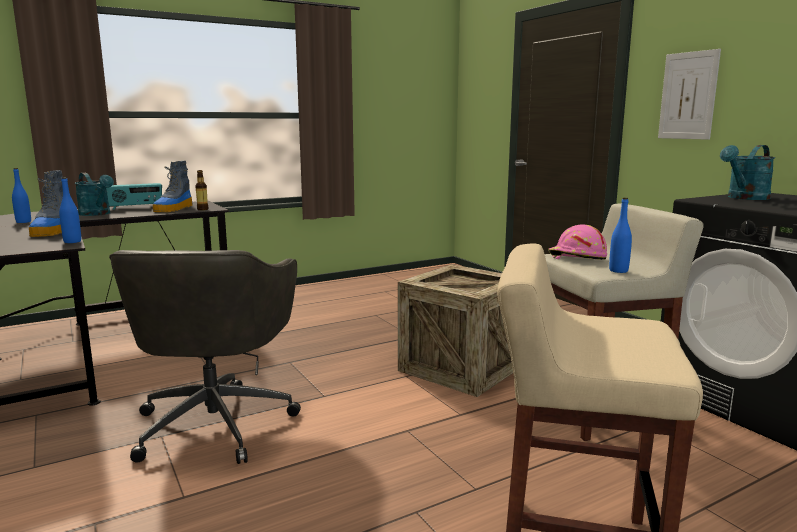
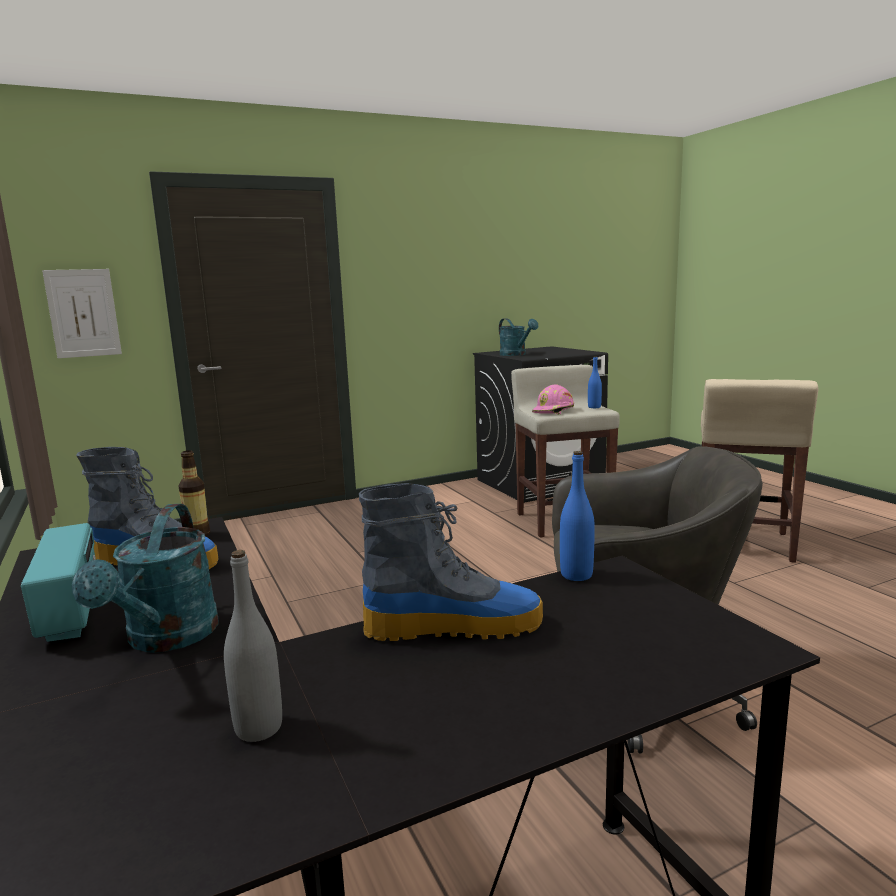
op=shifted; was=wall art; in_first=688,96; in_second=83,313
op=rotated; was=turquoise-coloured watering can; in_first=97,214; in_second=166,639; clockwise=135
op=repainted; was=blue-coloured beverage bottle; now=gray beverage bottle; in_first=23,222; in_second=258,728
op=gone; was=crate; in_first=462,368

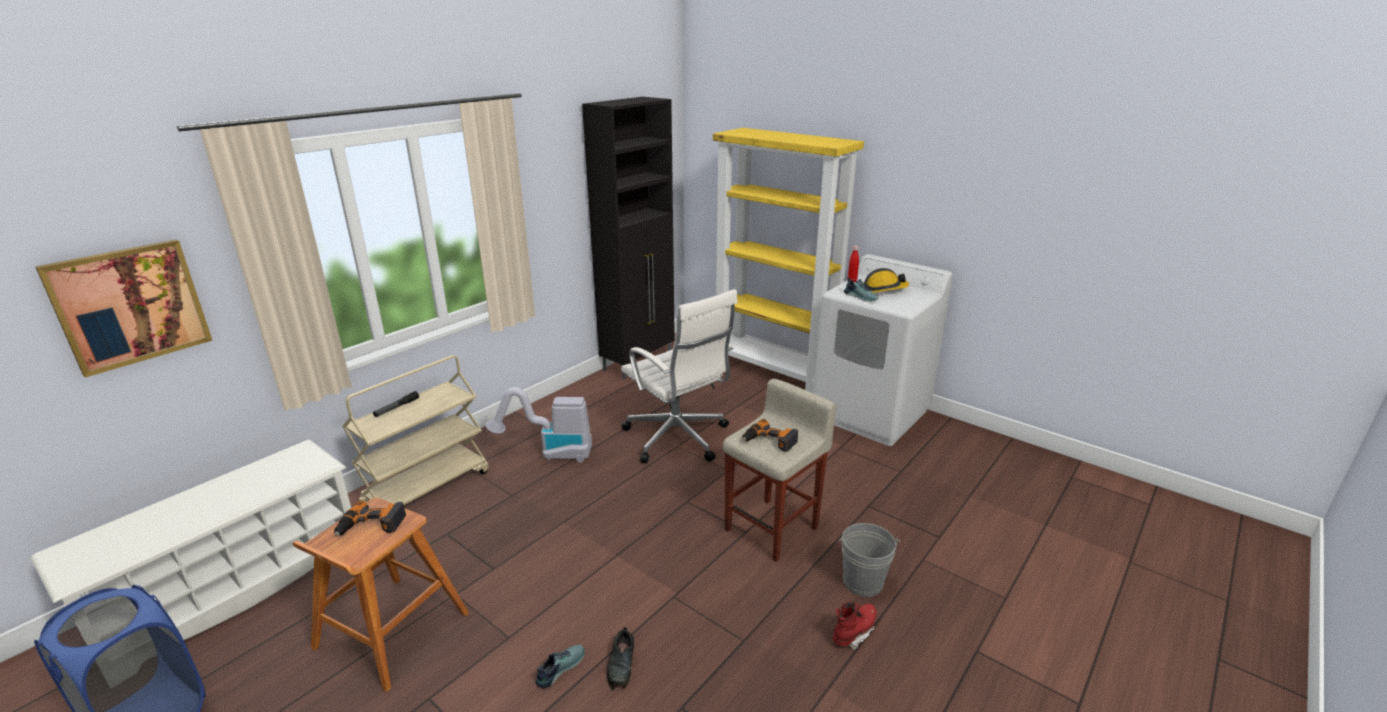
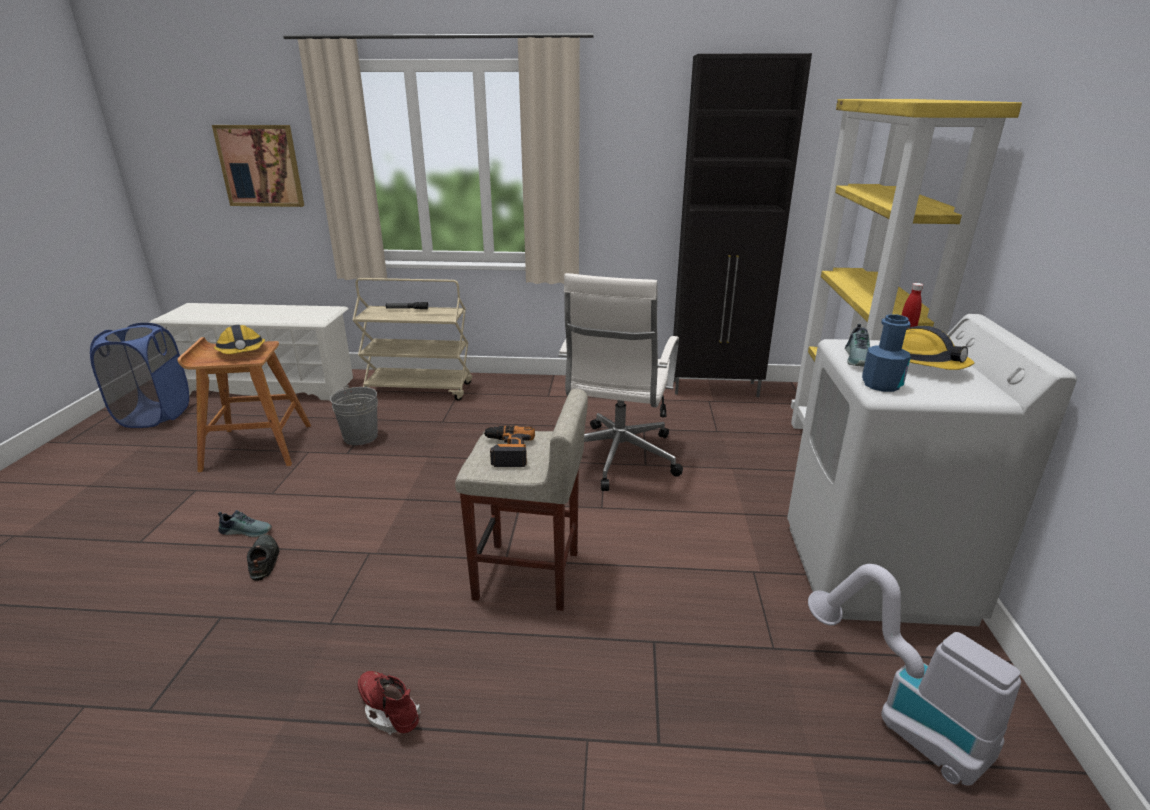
op=swapped; was=power drill; now=work helmet; in_first=371,525; in_second=242,351
op=rotated; was=black low shoe; in_first=621,664; in_second=263,560; clockwise=105
op=shifted; was=gray pail; in_first=862,582; in_second=360,437
op=rotated; was=red boot; in_first=854,632; in_second=389,711; clockwise=-150
op=shifted; was=vacuum cleaner; in_first=550,453; in_second=899,713
op=new; now=blue-coloured beverage bottle; in_second=881,385

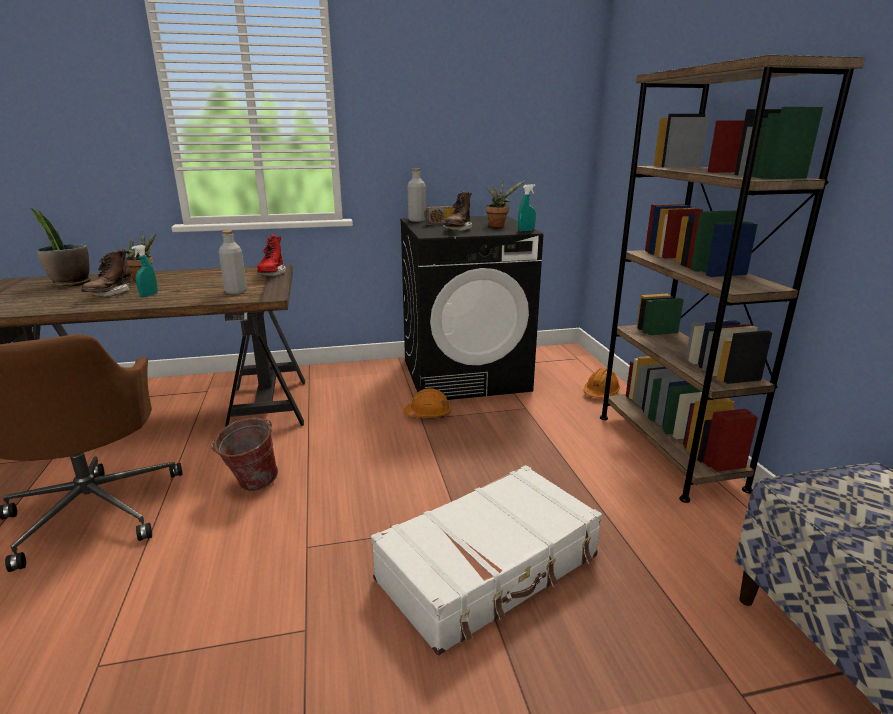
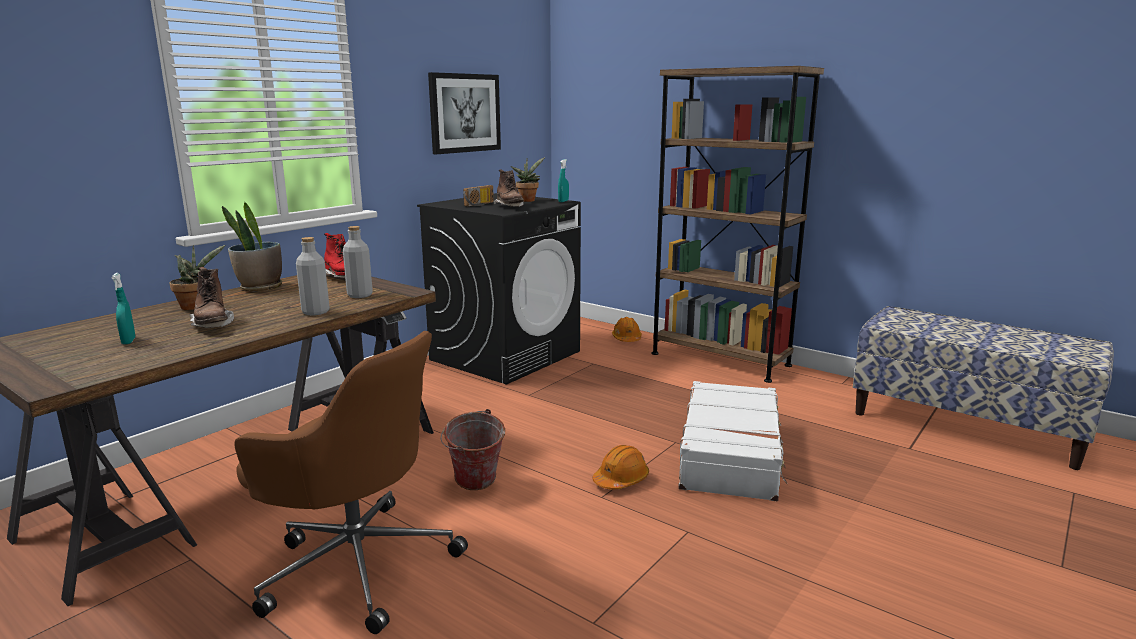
op=shifted; was=turquoise-coloured hand sprayer; in_first=149,295; in_second=128,341
op=shifted; was=potted plant; in_first=71,284; in_second=260,287
op=shifted; was=gray beverage bottle; in_first=417,220; in_second=315,312
op=new; now=wall art; in_second=464,113
op=shifted; was=orangey work helmet; in_first=428,414; in_second=621,480

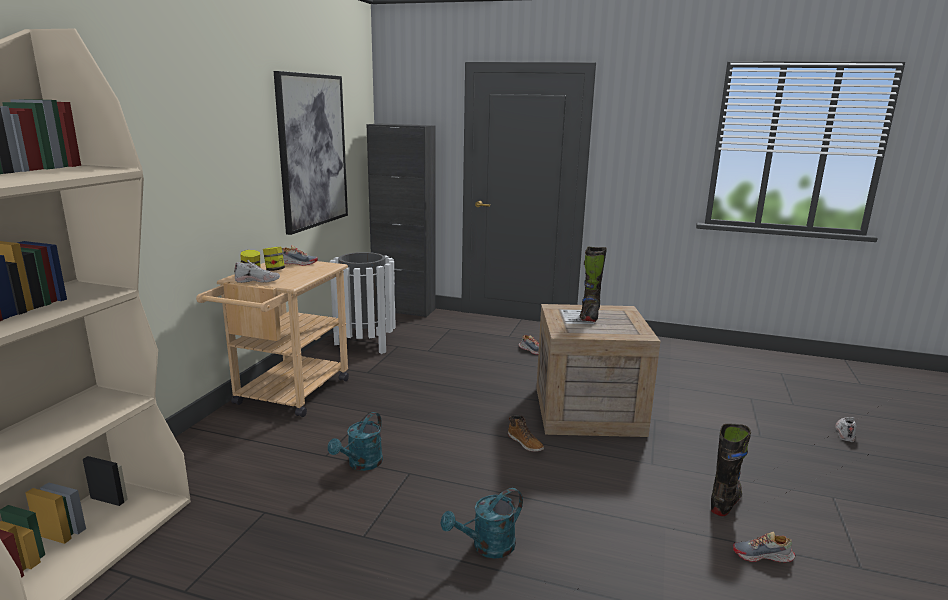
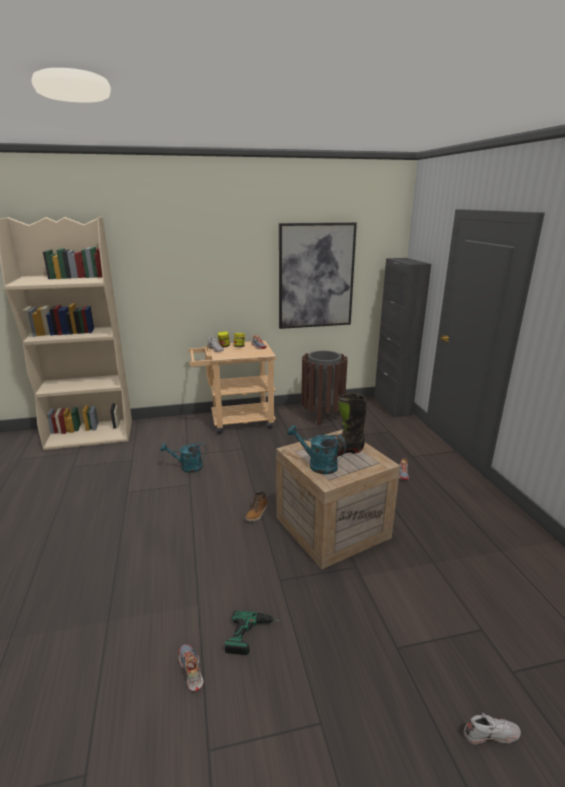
op=swapped; was=black boot; now=power drill; in_first=725,502; in_second=254,635
op=shifted; was=turquoise-coloured watering can; in_first=487,547; in_second=317,465
op=repainted; was=white trash can; now=brown-coloured trash can; in_first=365,344; in_second=322,415

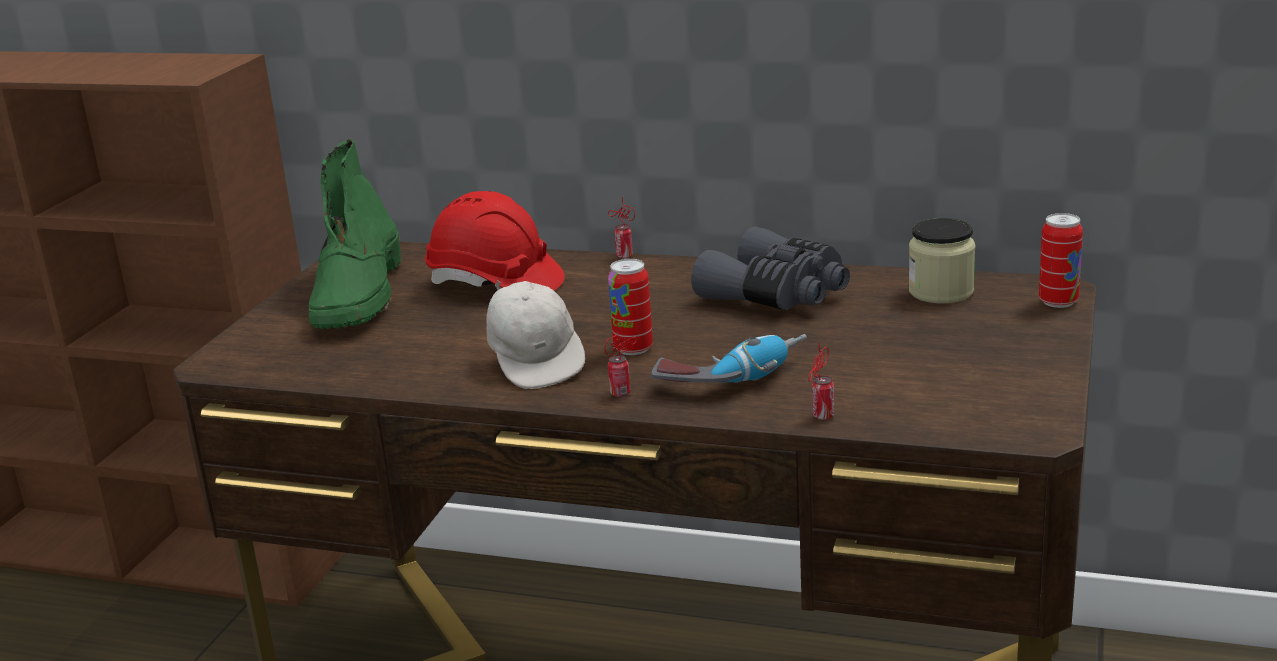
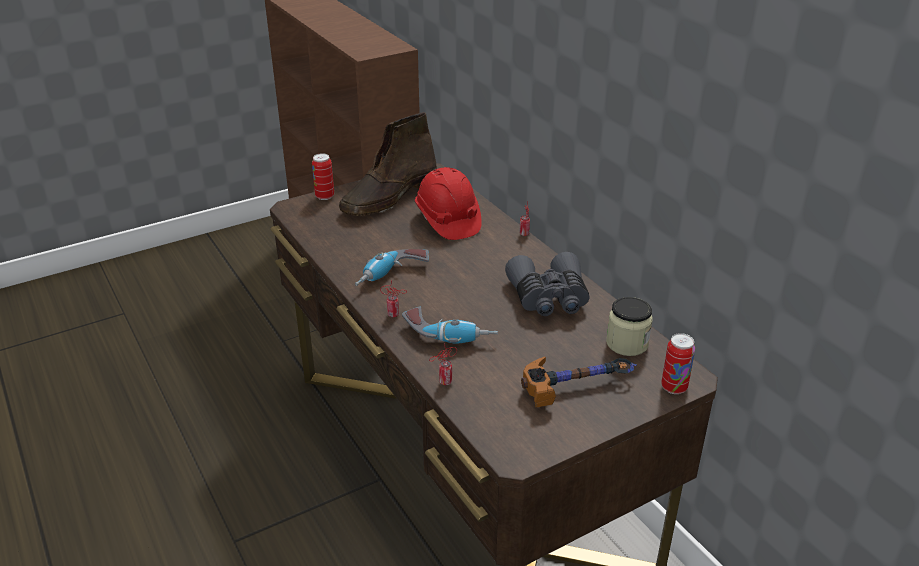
op=shifted; was=sealed can; in_first=633,348; in_second=325,196
op=repainted; was=green-coloured boot; now=brown-coloured boot; in_first=359,296; in_second=389,198
op=swapped; was=white cap; now=power drill; in_first=536,362; in_second=392,276
op=new; now=hand hammer; in_second=578,384

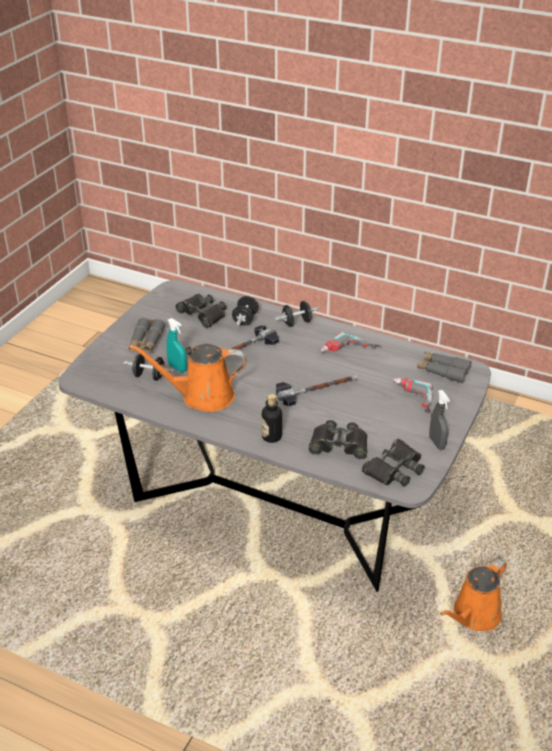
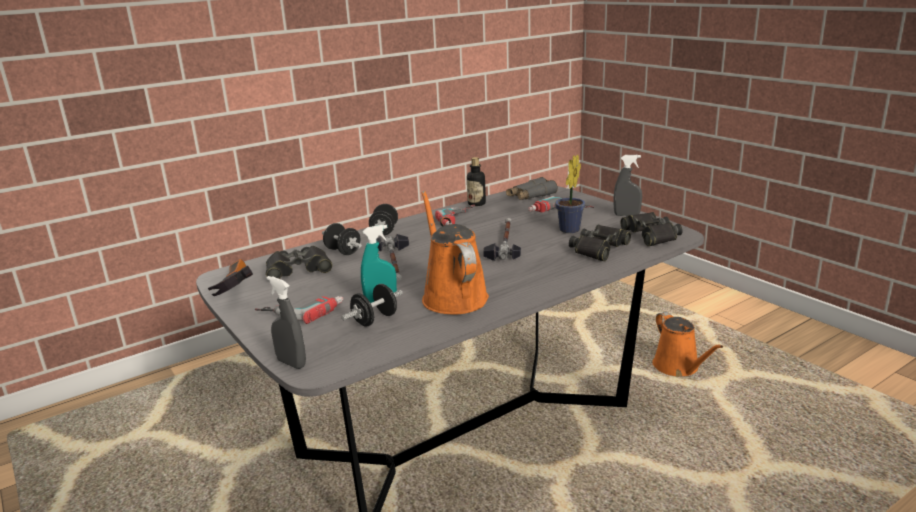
op=new; now=hand hammer; in_second=232,290
op=swapped; was=gray binoculars; now=power drill; in_first=146,342; in_second=301,310
op=new; now=gray hand sprayer; in_second=291,363
op=rotated; was=orangey watering can; in_first=202,396; in_second=452,296; clockwise=135
op=shifted; was=beverage bottle; in_first=271,437; in_second=476,203
op=new; now=potted plant; in_second=568,231

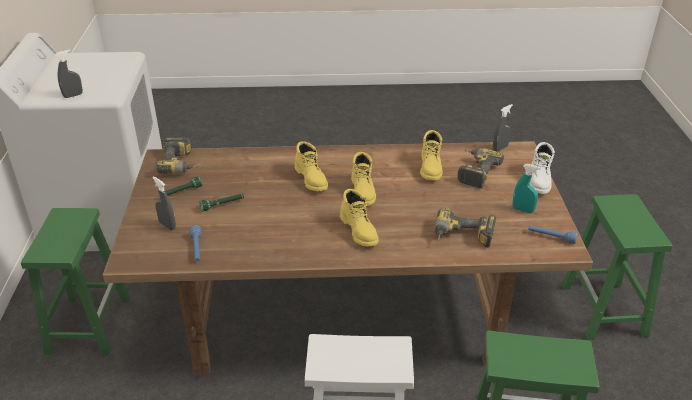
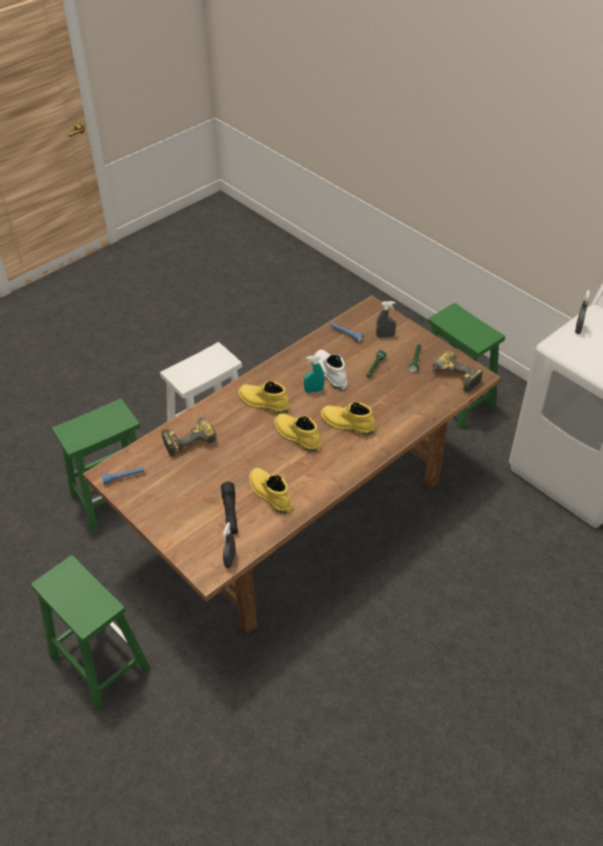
op=swapped; was=power drill; now=black torch; in_first=474,171; in_second=230,513
op=shifted; was=turquoise-coloured hand sprayer; in_first=523,210; in_second=314,390
op=shifted; was=white boot; in_first=540,181; in_second=329,373

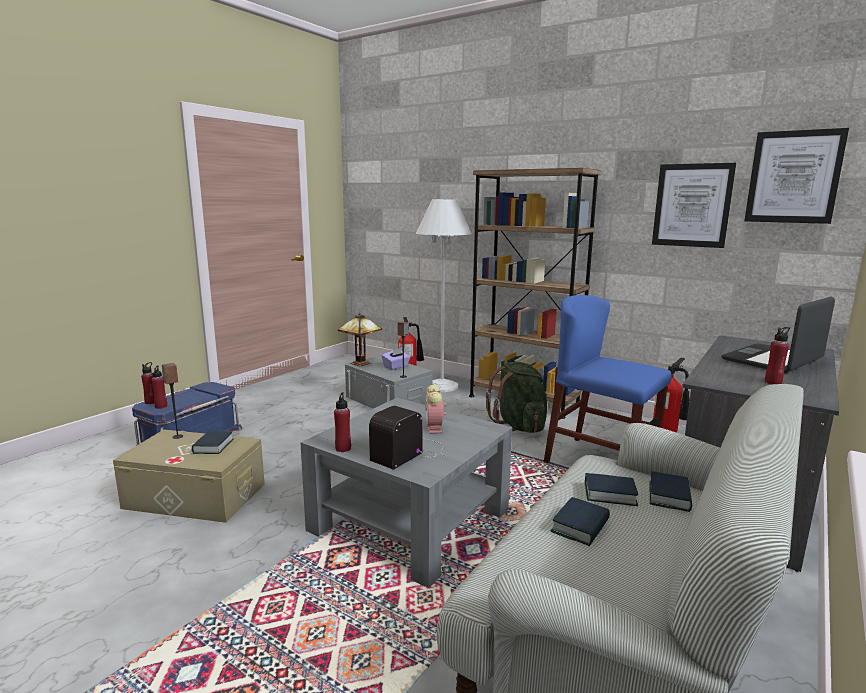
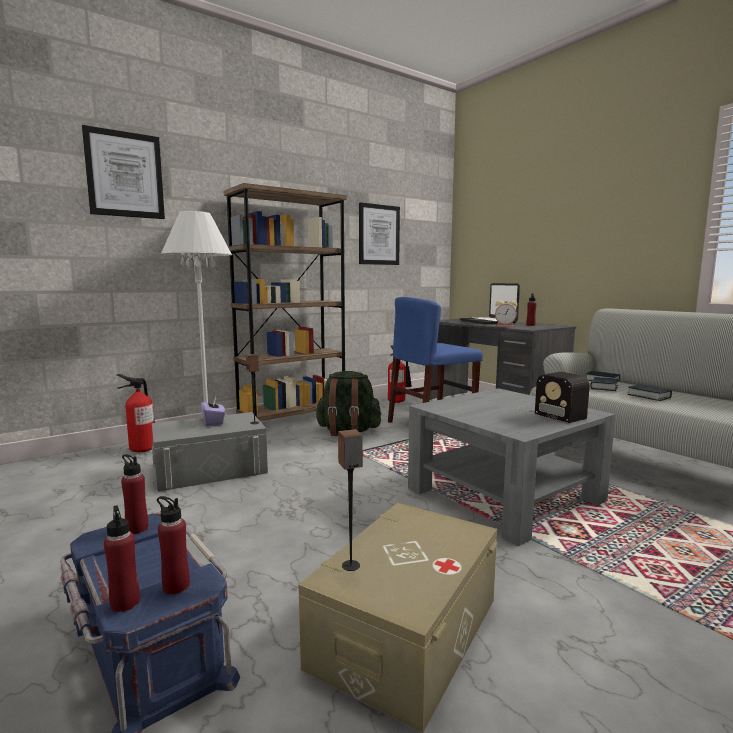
op=shifted; was=wall art; in_first=793,177; in_second=125,175
op=shifted; was=red beverage bottle; in_first=343,448; in_second=137,529
op=shifted; was=bedside clock; in_first=434,428; in_second=505,326
op=gone; was=volume; in_first=213,446
op=gone; was=table lamp; in_first=362,363

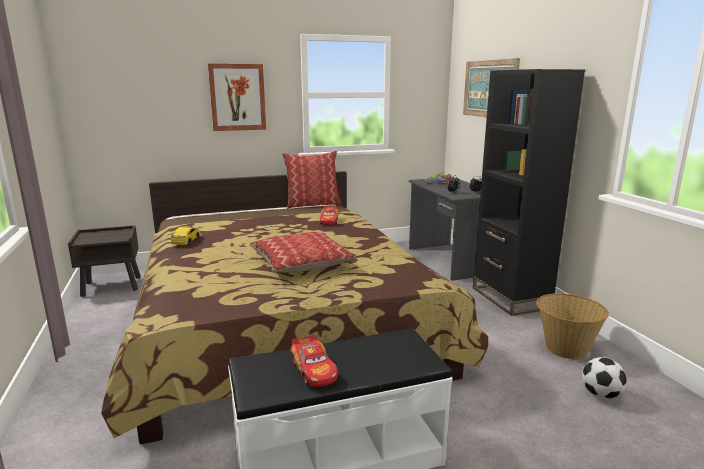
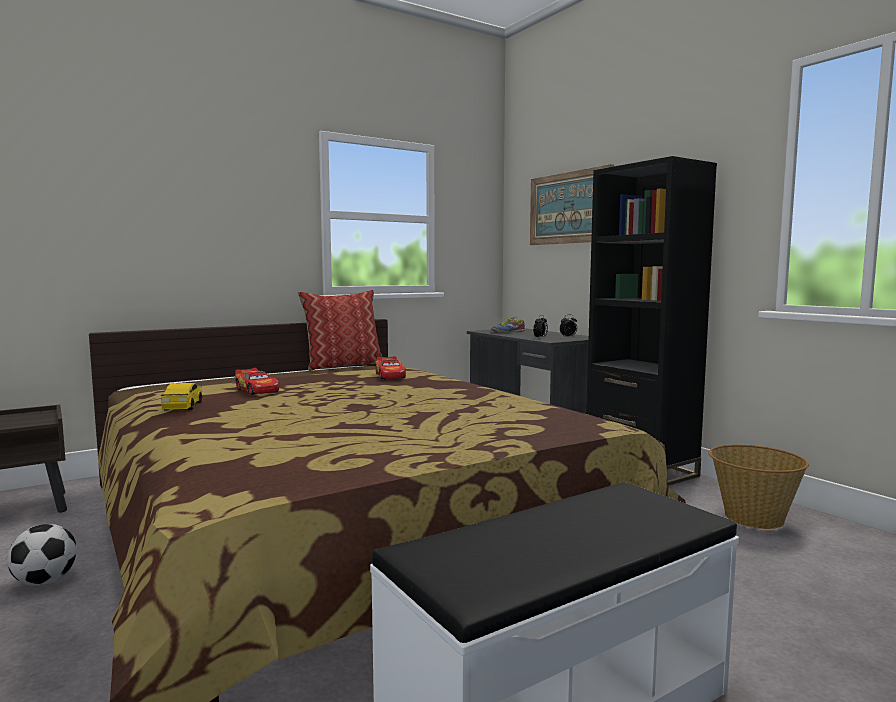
op=shifted; was=ball for football; in_first=600,394; in_second=45,581
op=shifted; was=miniature car; in_first=314,370; in_second=257,390
op=gone; was=wall art; in_first=237,97
op=gone; was=throw pillow; in_first=301,262

